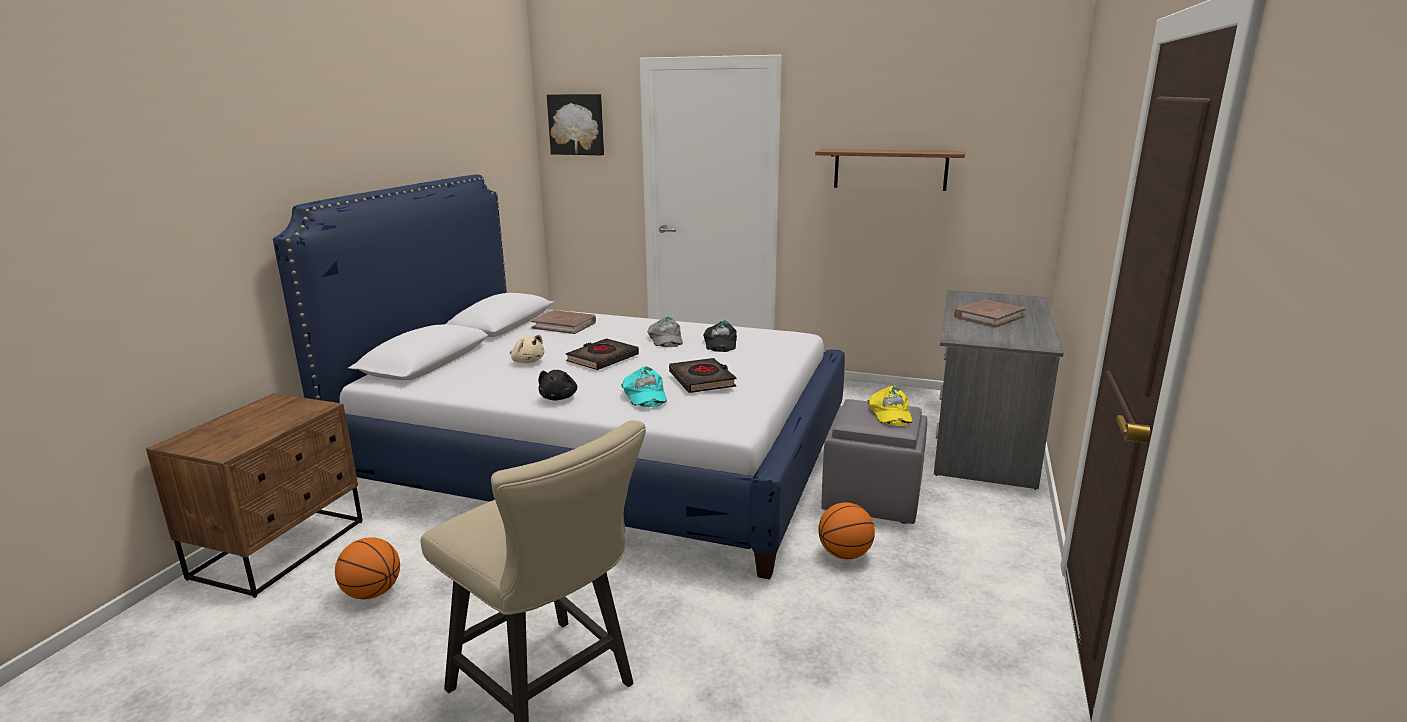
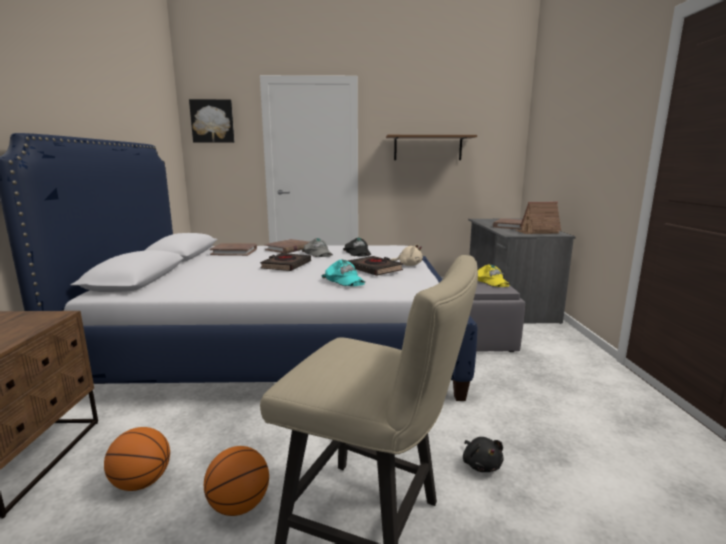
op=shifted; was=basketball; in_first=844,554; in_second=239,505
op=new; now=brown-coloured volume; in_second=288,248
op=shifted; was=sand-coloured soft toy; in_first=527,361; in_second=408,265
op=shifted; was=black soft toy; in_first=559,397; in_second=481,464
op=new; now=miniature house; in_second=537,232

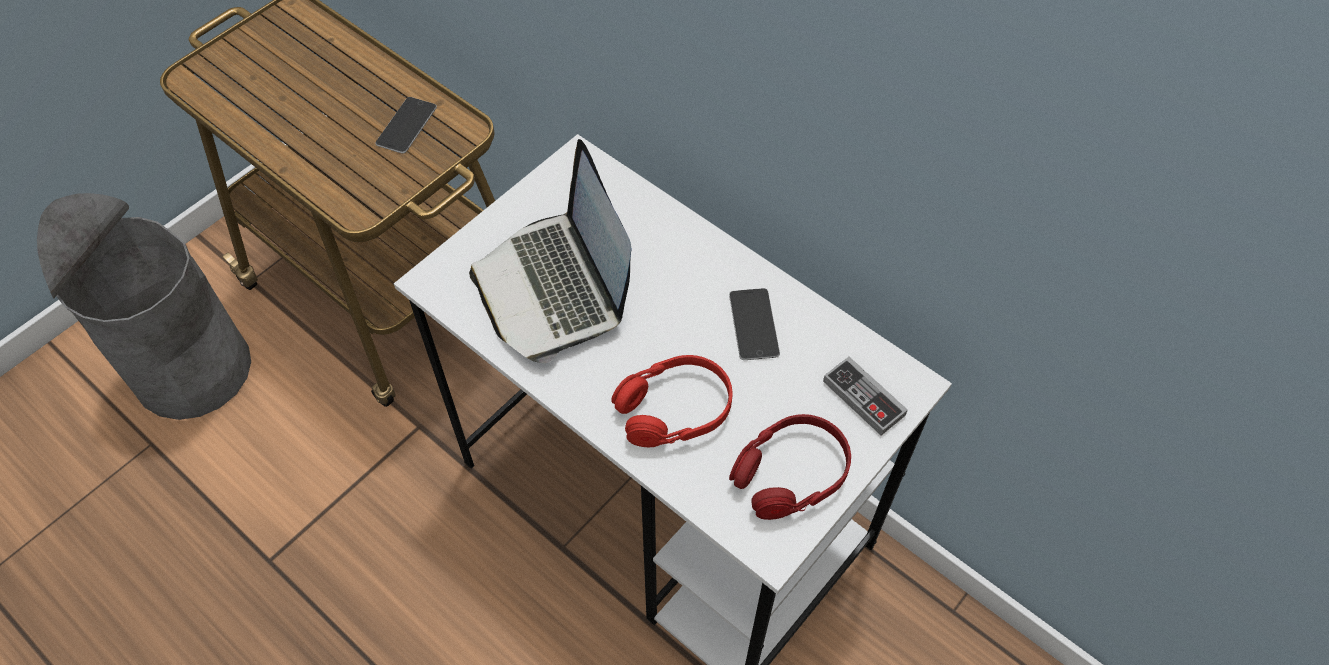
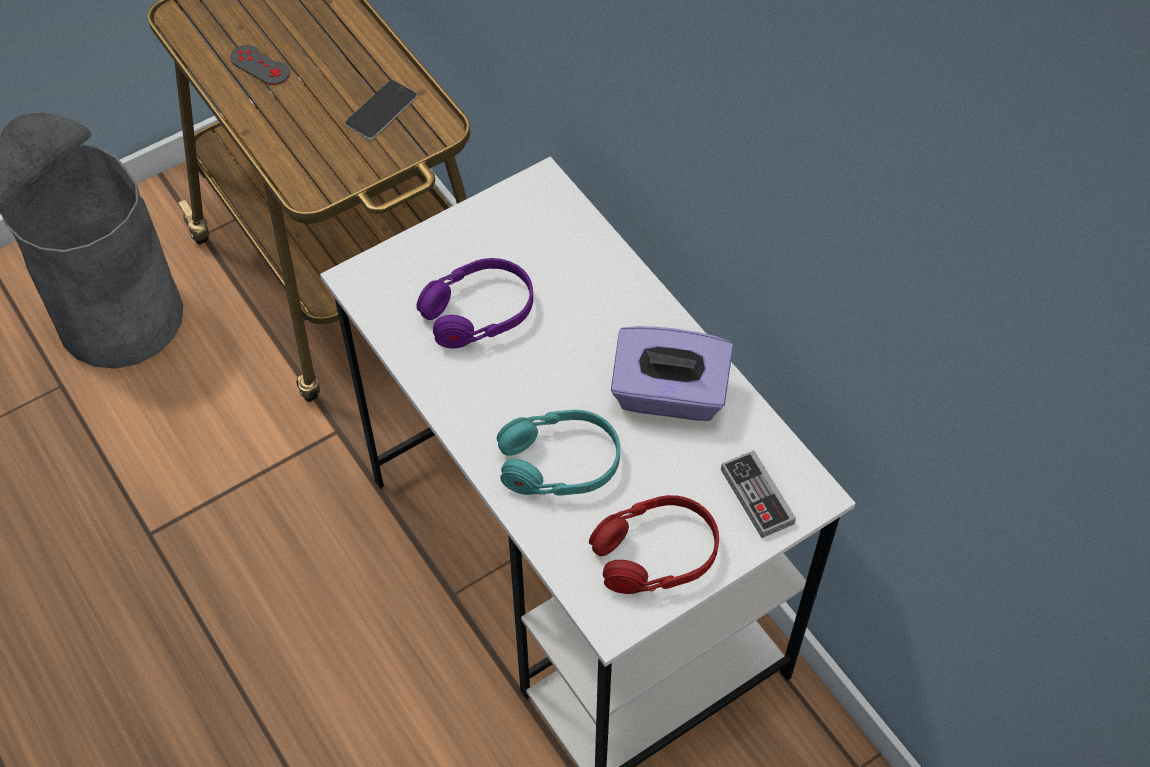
op=new; now=gray gamepad; in_second=260,65
op=swapped; was=laptop; now=purple pair of headphones; in_first=555,287; in_second=478,313
op=repainted; was=red pair of headphones; now=turquoise-coloured pair of headphones; in_first=674,410; in_second=559,463
op=swapped; was=handset; now=purple tissue holder; in_first=754,324; in_second=669,395

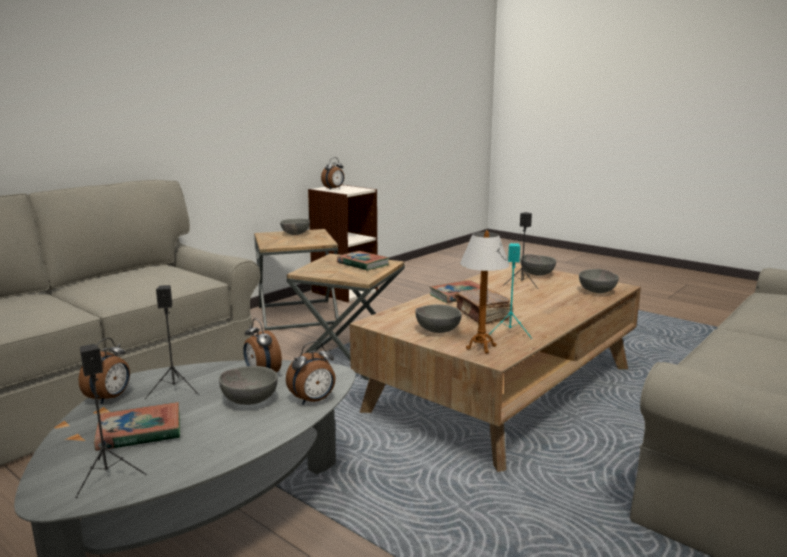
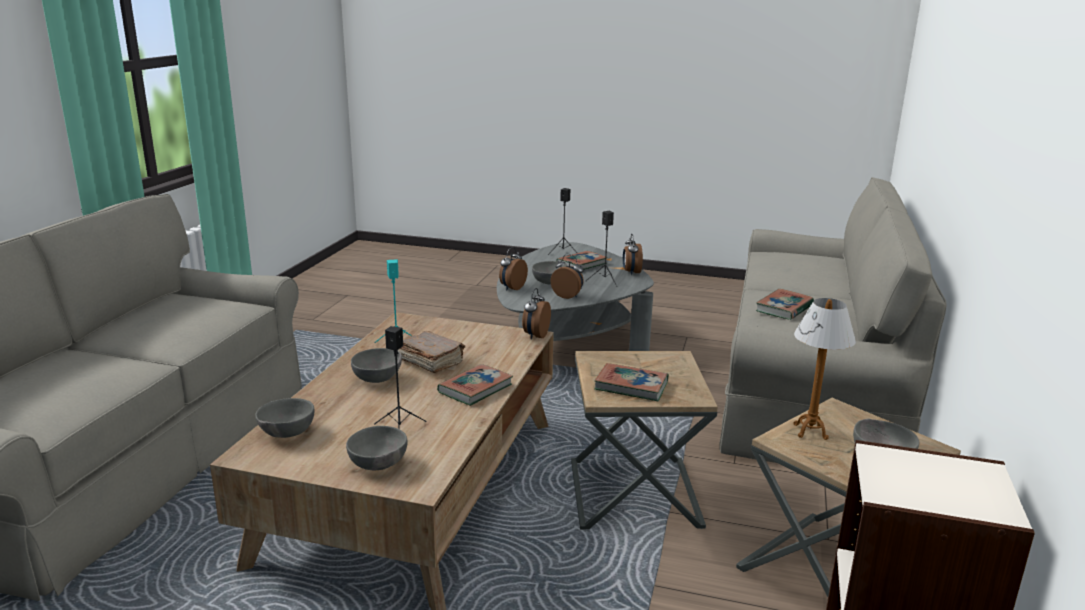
op=shifted; was=gray deep dish; in_first=437,330; in_second=379,379
op=shifted; was=bedside clock; in_first=334,188; in_second=535,335
op=new; now=volume; in_second=784,308
op=shifted; was=table lamp; in_first=480,347; in_second=810,432

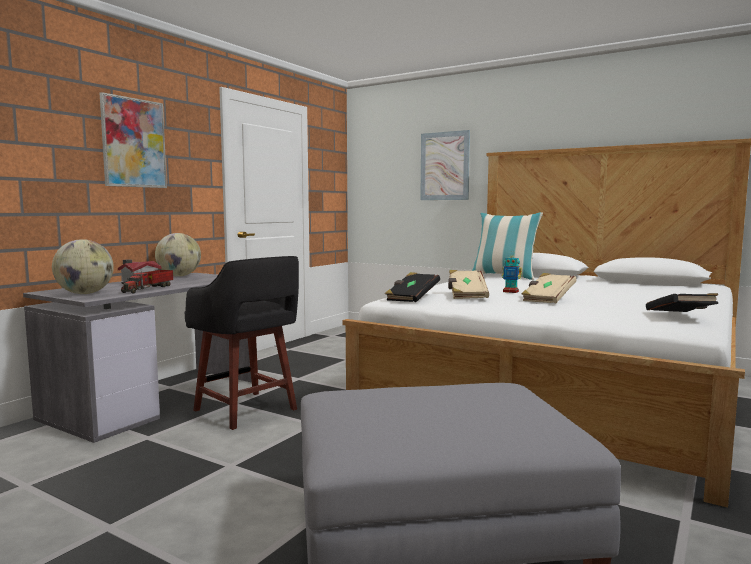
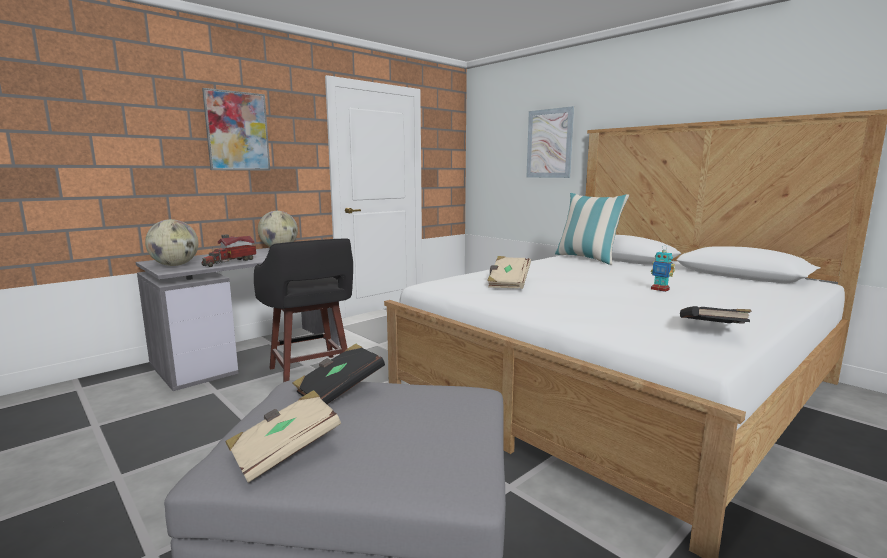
op=shifted; was=sand-coloured volume; in_first=547,299; in_second=284,452
op=shifted; was=black volume; in_first=412,298; in_second=339,390
op=shifted; was=toy robot; in_first=510,292; in_second=660,289

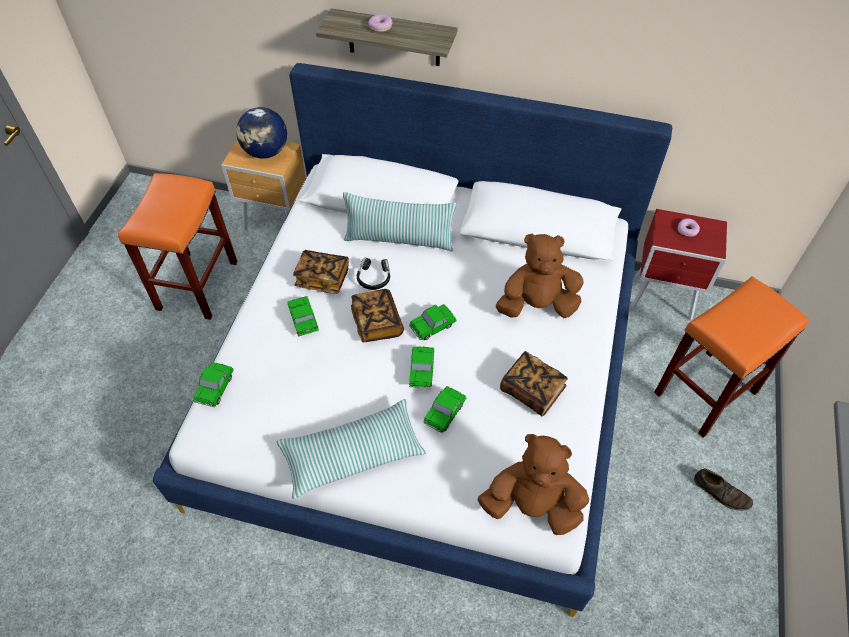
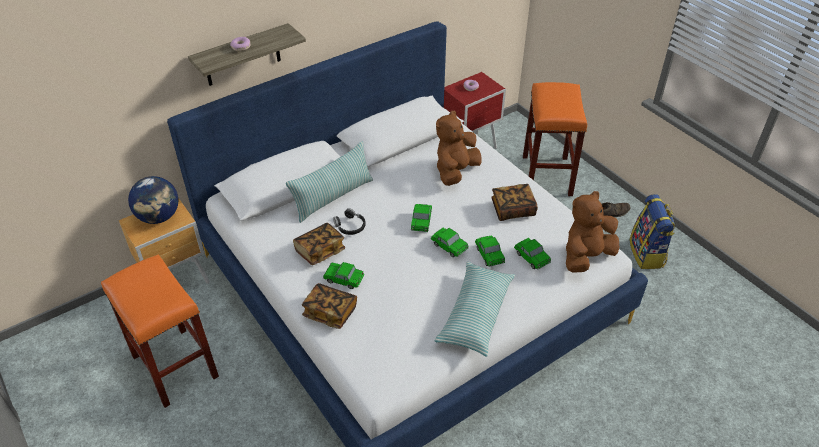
op=shifted; was=volume; in_first=377,323; in_second=330,312
op=shifted; was=miniature car; in_first=215,388; in_second=531,258
op=new; now=rucksack; in_second=647,254

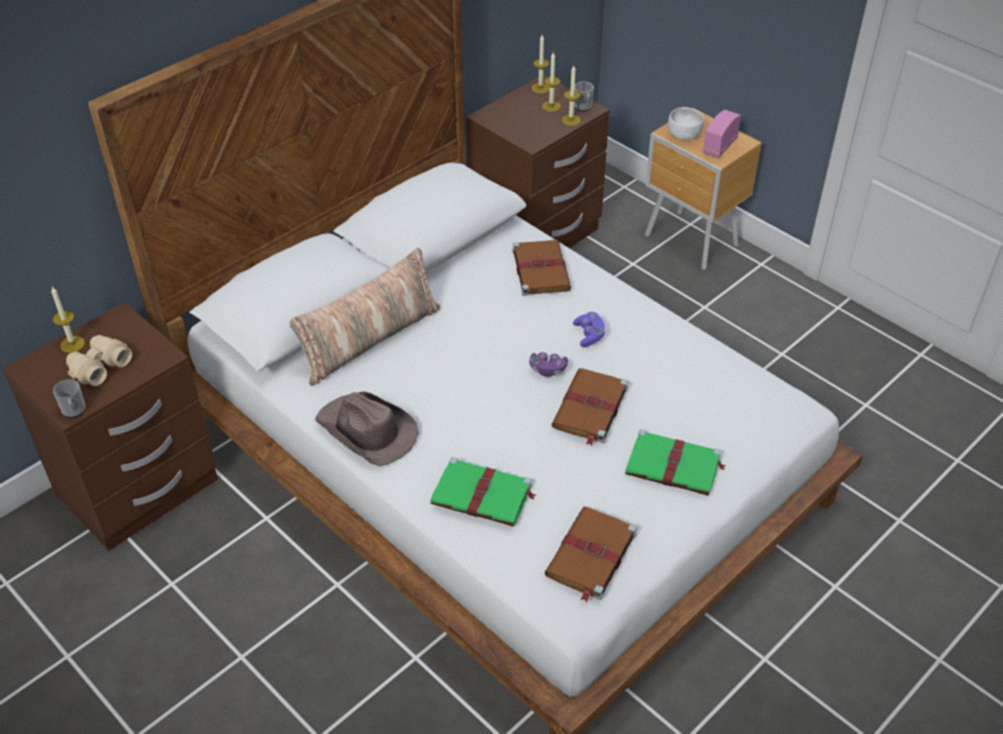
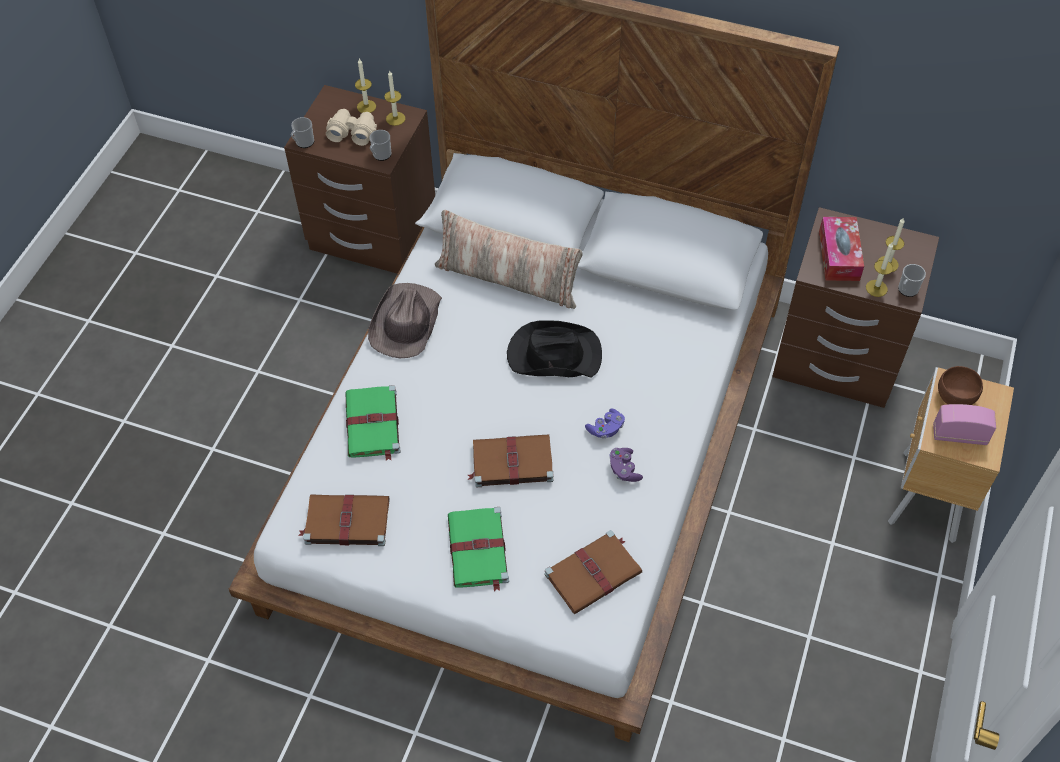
op=new; now=tea mug; in_second=380,155
op=shifted; was=candle; in_first=540,88; in_second=395,118
op=new; now=black hat; in_second=553,355
op=shifted; was=brown-coloured volume; in_first=540,269; in_second=594,573
op=shifted; was=purple gamepad; in_first=547,369; in_second=624,469
op=new; now=tissue holder; in_second=839,255
op=repainted; was=white deep dish; now=brown-coloured deep dish; in_first=684,134; in_second=956,396

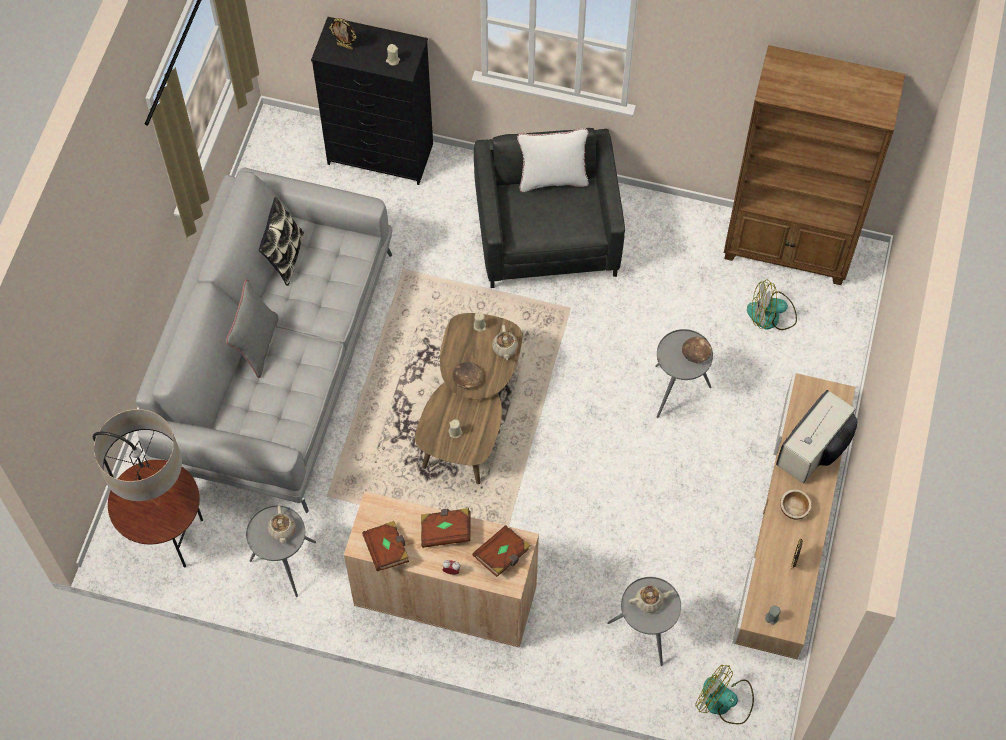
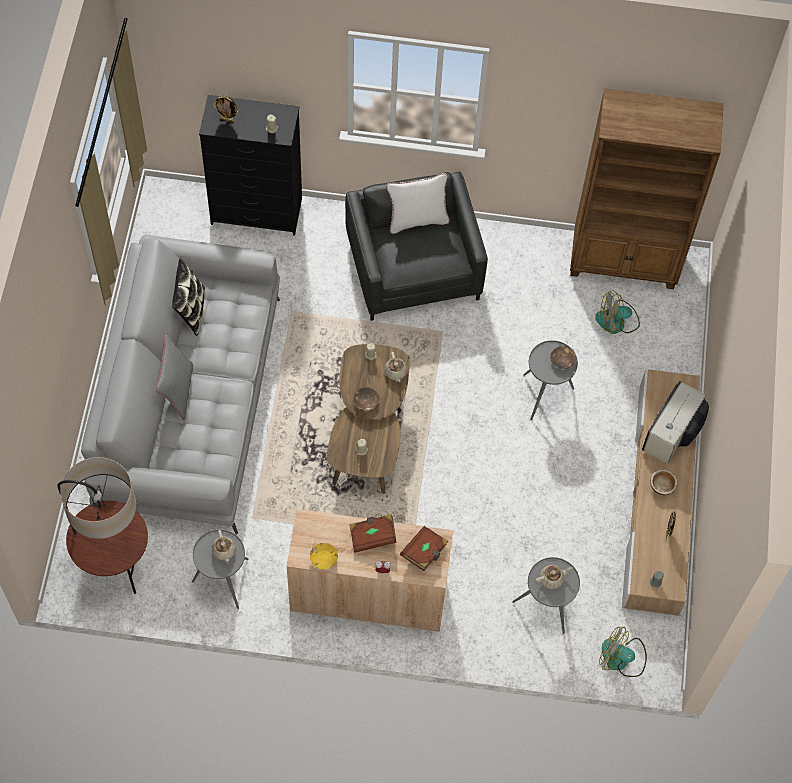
op=swapped; was=brown-coloured volume; now=yellow-coloured deep dish; in_first=387,550; in_second=324,558

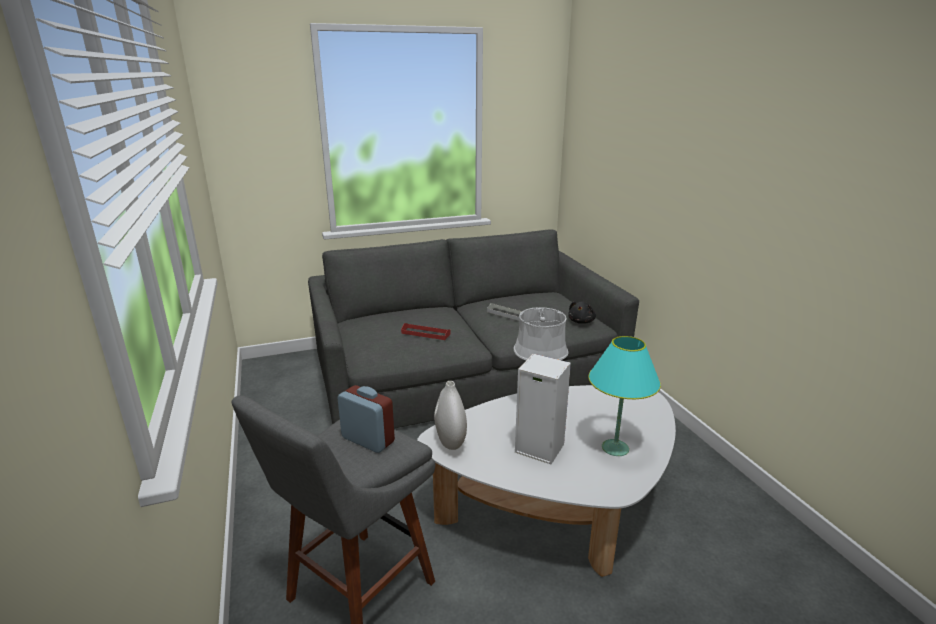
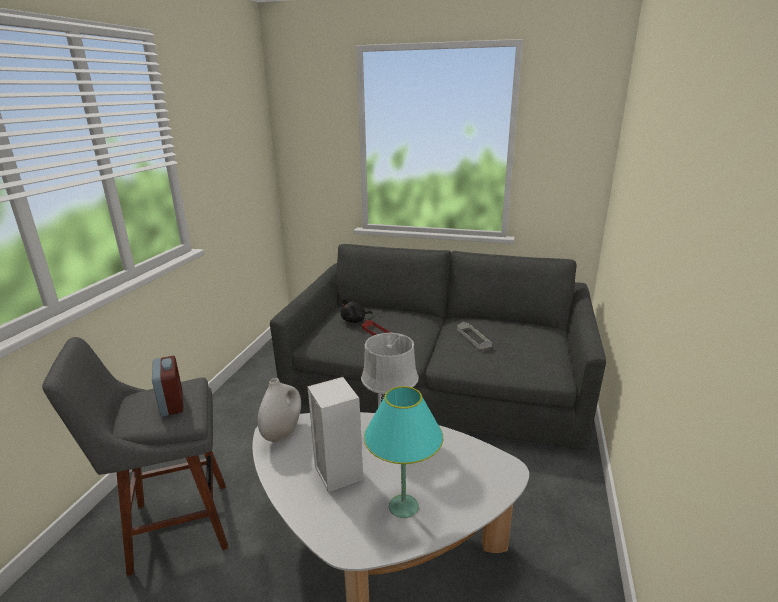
op=shifted; was=black soft toy; in_first=581,321; in_second=355,320

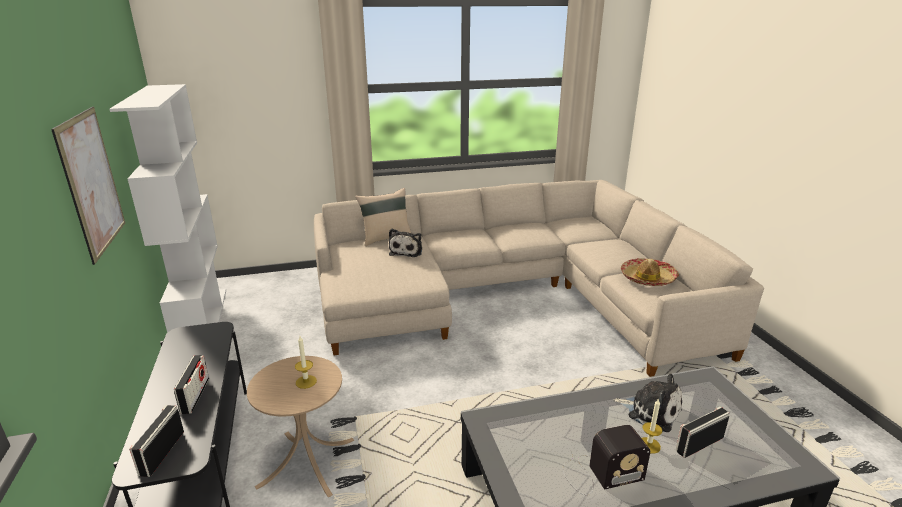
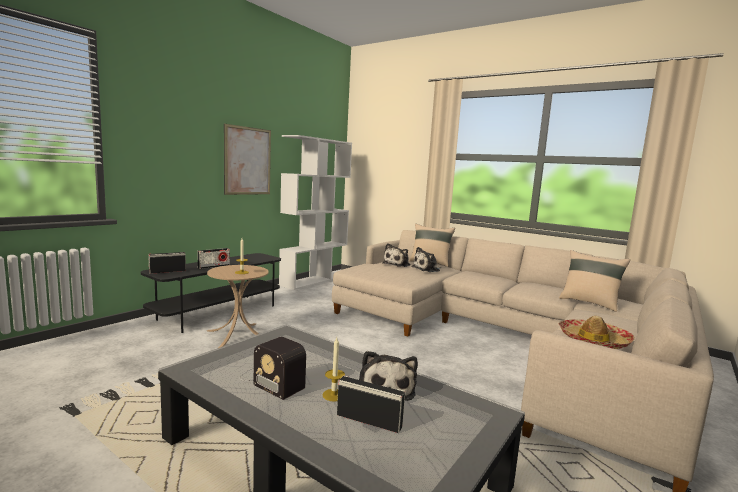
op=new; now=soft toy; in_second=397,264
op=new; now=sand-coloured throw pillow; in_second=589,303

